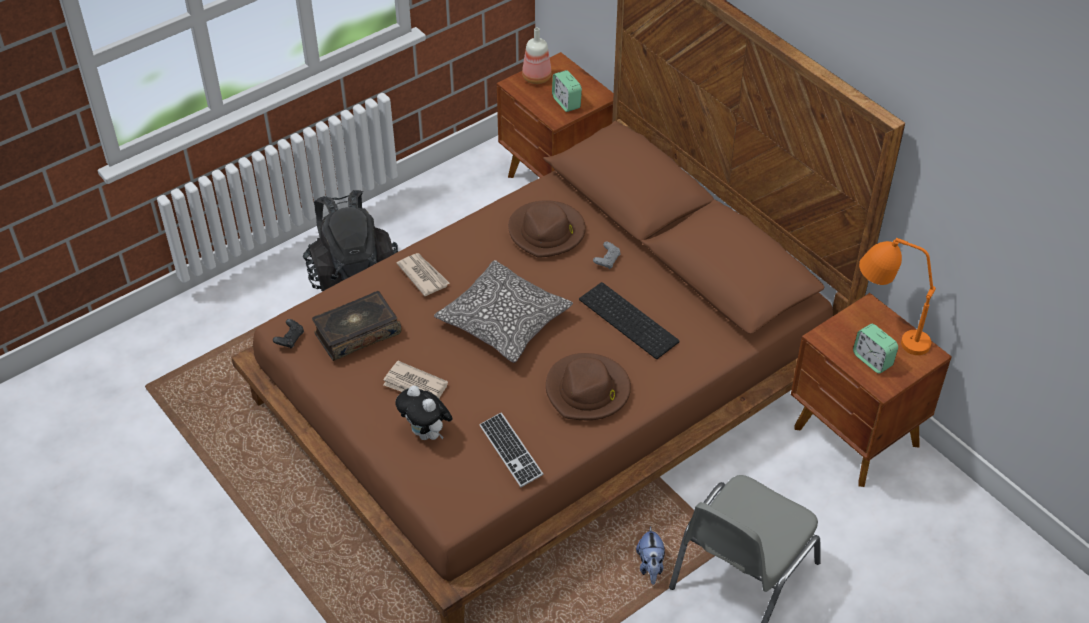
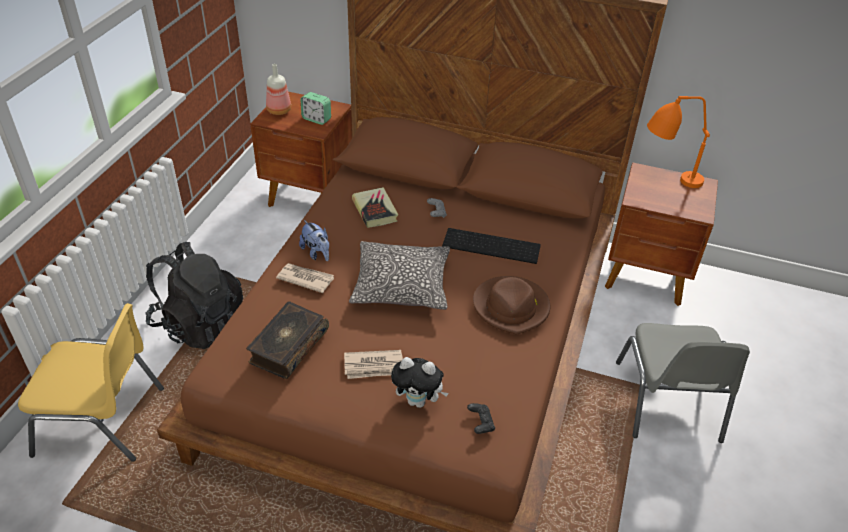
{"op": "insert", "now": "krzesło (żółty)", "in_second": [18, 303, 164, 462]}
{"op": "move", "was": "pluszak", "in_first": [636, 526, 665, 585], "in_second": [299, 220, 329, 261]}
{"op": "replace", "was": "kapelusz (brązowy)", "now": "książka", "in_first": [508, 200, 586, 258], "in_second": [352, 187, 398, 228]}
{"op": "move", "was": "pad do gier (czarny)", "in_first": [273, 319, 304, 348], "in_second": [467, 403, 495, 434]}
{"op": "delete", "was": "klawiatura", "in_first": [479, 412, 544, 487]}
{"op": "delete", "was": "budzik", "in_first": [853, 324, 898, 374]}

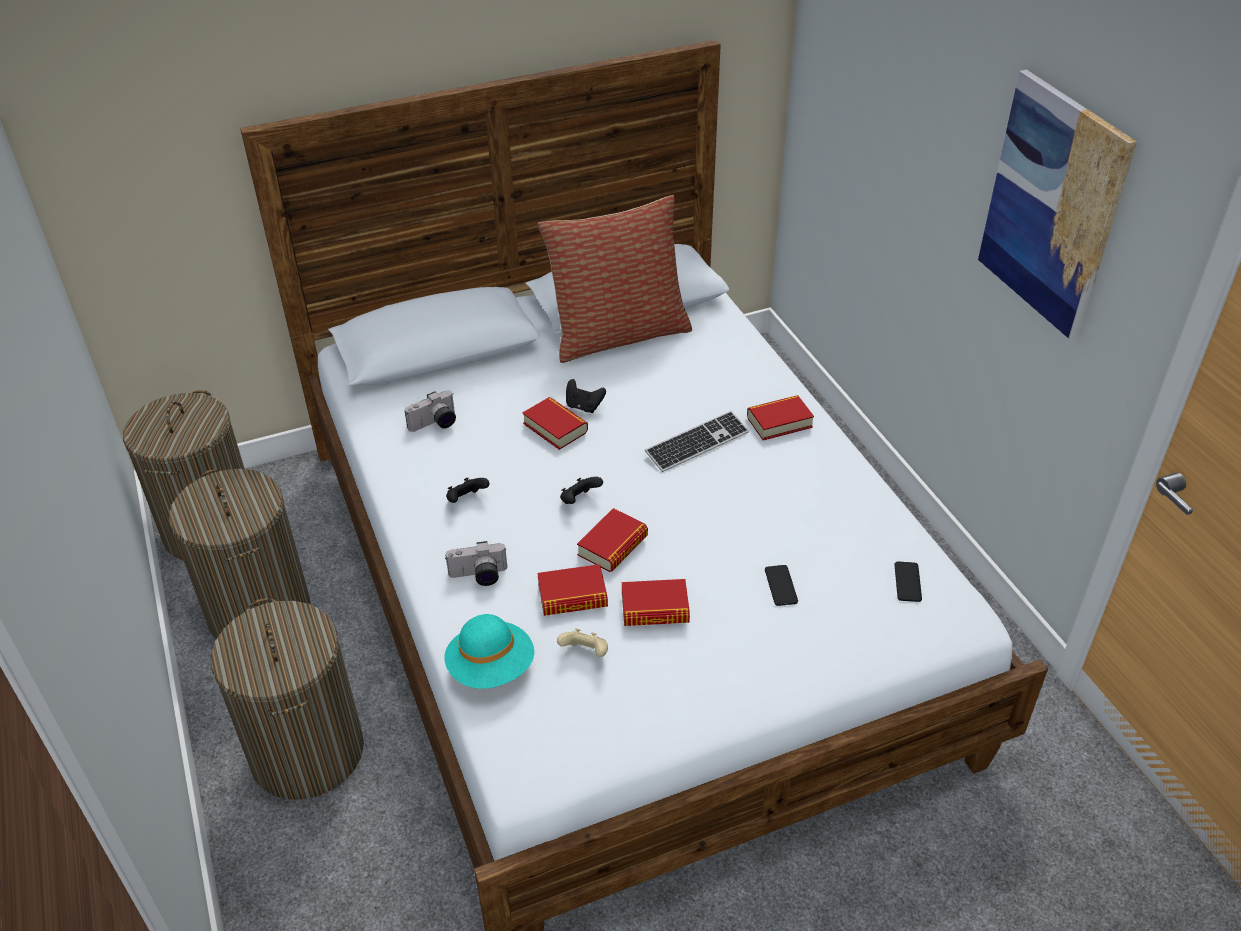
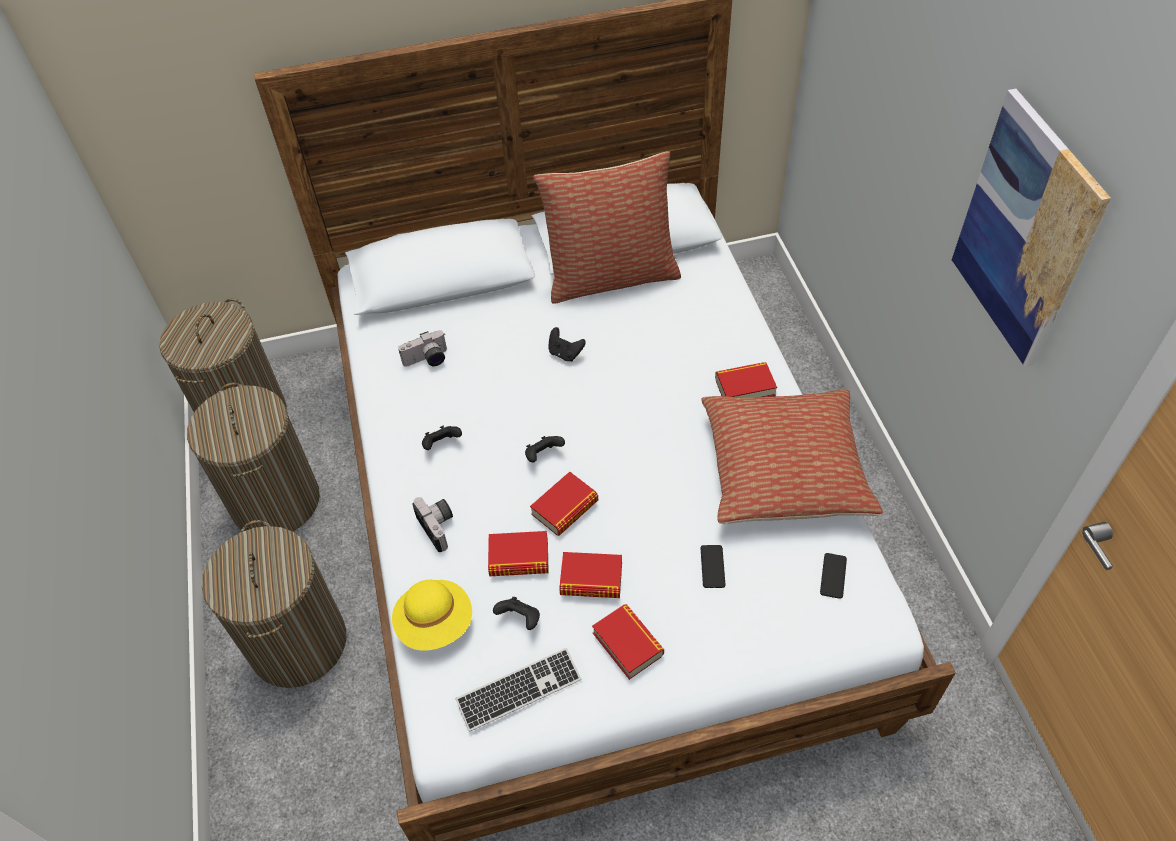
{"op": "recolor", "was": "kapelusz (turkusowy)", "now": "kapelusz (żółty)", "in_first": [445, 614, 534, 689], "in_second": [392, 580, 472, 651]}
{"op": "rotate", "was": "aparat fotograficzny", "in_first": [445, 541, 507, 586], "in_second": [412, 497, 453, 552], "clockwise": -120}
{"op": "move", "was": "klawiatura", "in_first": [645, 411, 749, 472], "in_second": [456, 648, 581, 732]}
{"op": "recolor", "was": "pad do gier (beżowy)", "now": "pad do gier (czarny)", "in_first": [557, 628, 608, 657], "in_second": [493, 597, 540, 630]}
{"op": "move", "was": "książka", "in_first": [522, 397, 588, 450], "in_second": [592, 604, 664, 680]}
{"op": "insert", "now": "poduszka", "in_second": [701, 390, 883, 524]}

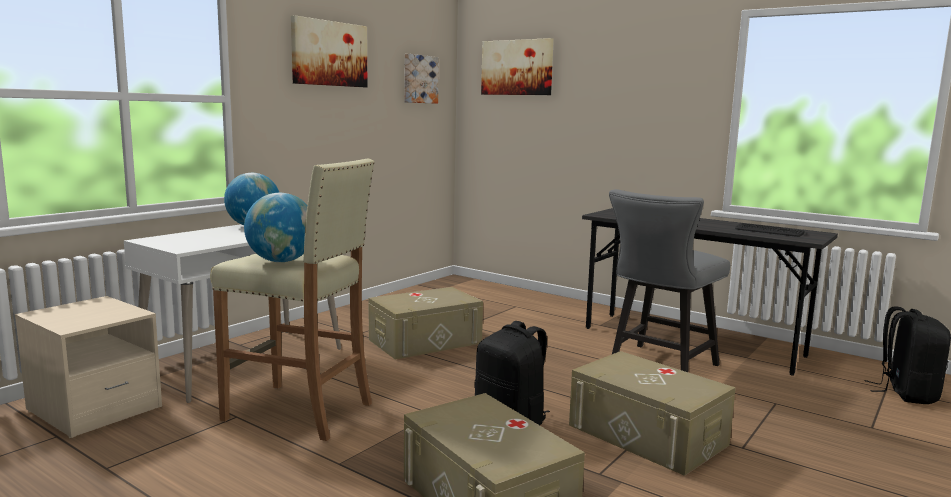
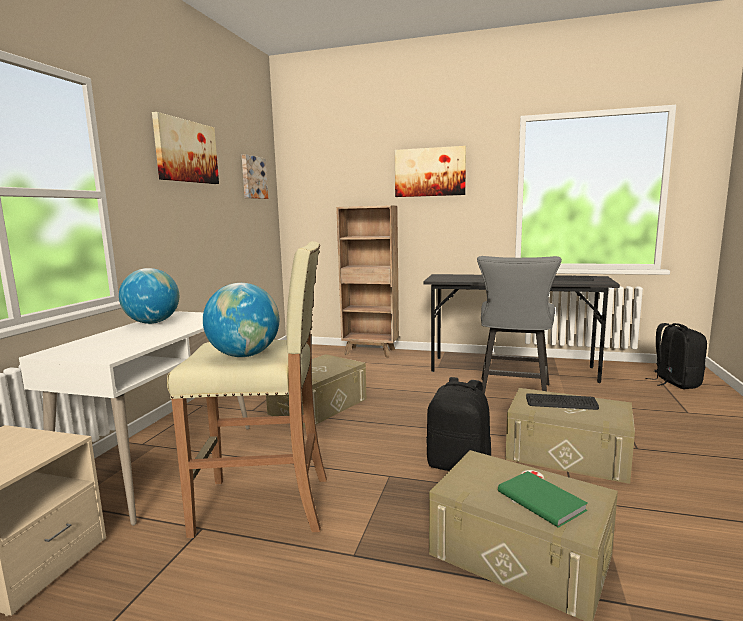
{"op": "insert", "now": "regał (brązowy)", "in_second": [336, 205, 399, 358]}
{"op": "move", "was": "obraz", "in_first": [481, 38, 554, 95], "in_second": [395, 146, 466, 197]}
{"op": "insert", "now": "książka (zielony)", "in_second": [498, 471, 588, 528]}
{"op": "insert", "now": "klawiatura", "in_second": [526, 393, 599, 410]}

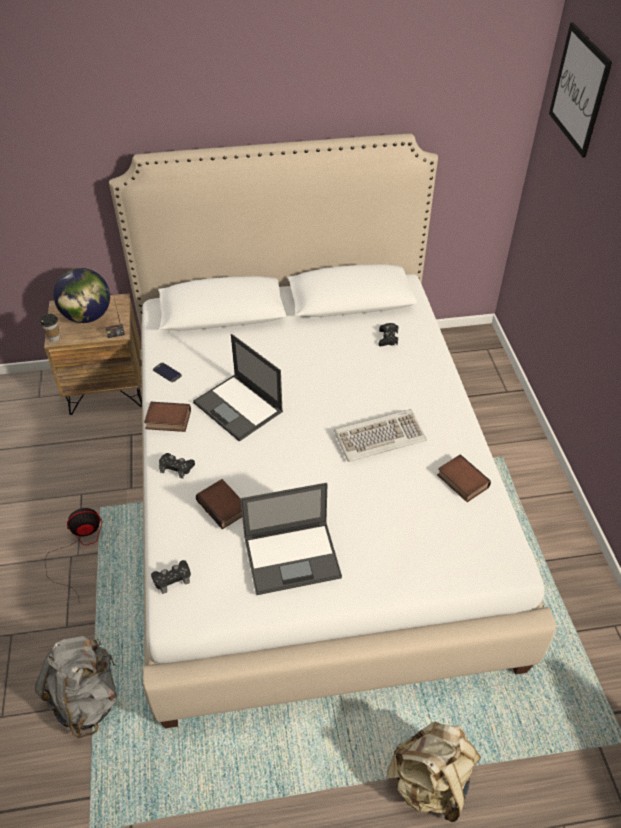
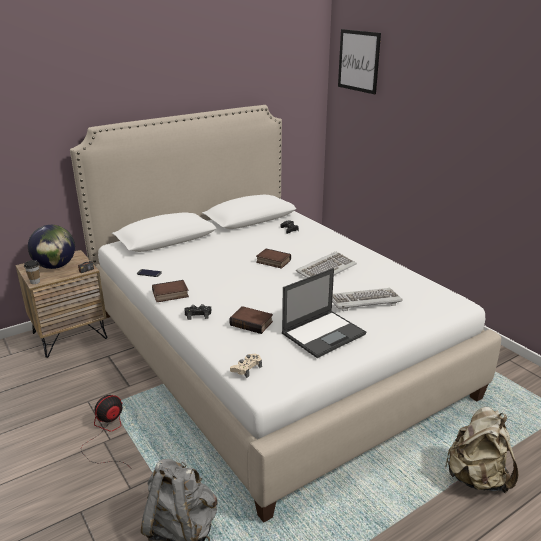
{"op": "recolor", "was": "pad do gier (czarny)", "now": "pad do gier (beżowy)", "in_first": [151, 560, 191, 594], "in_second": [230, 354, 262, 378]}
{"op": "move", "was": "książka", "in_first": [437, 454, 491, 502], "in_second": [256, 248, 291, 269]}
{"op": "insert", "now": "klawiatura", "in_second": [332, 288, 403, 311]}
{"op": "delete", "was": "laptop", "in_first": [193, 334, 283, 442]}

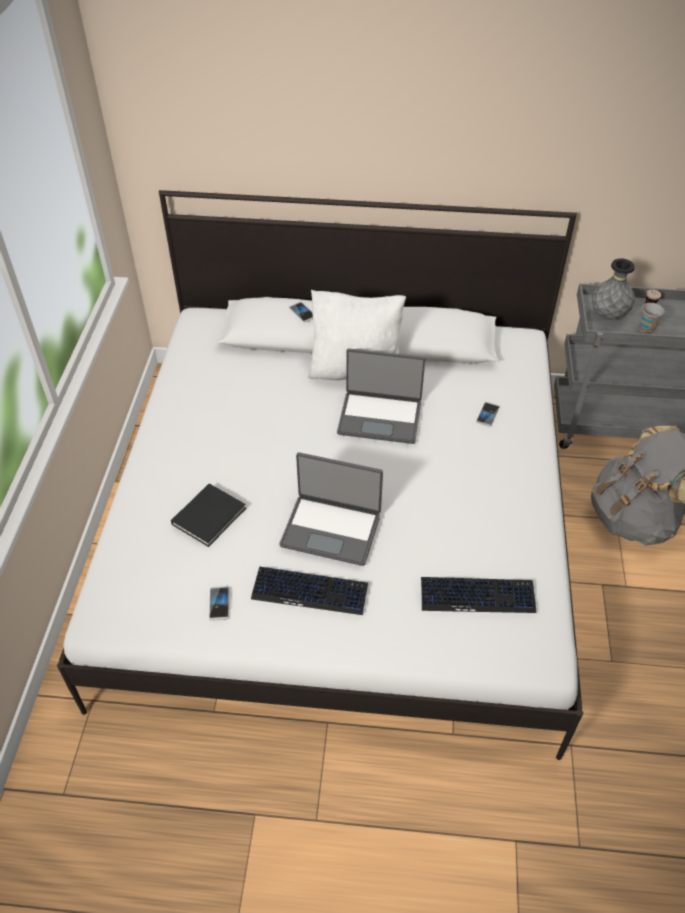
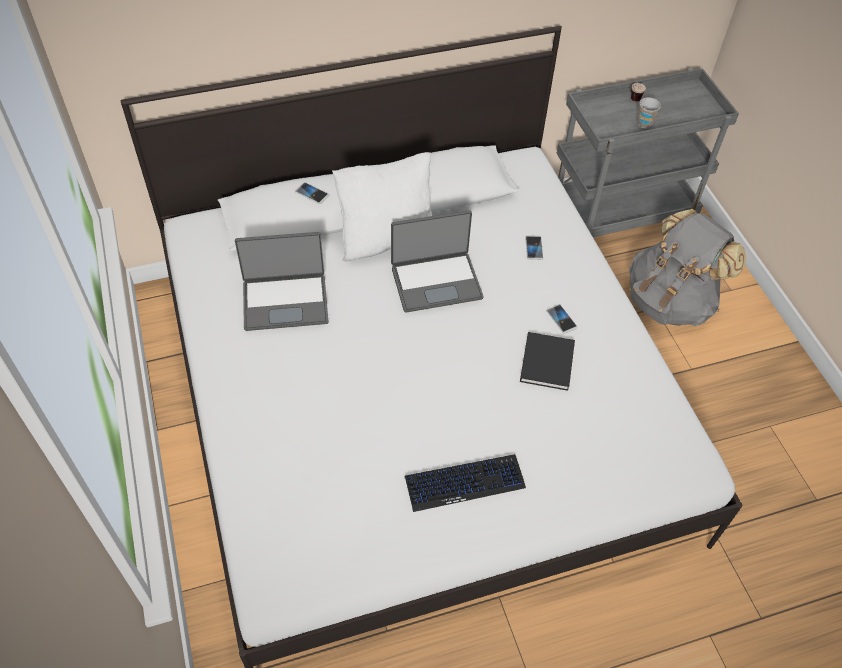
{"op": "move", "was": "laptop", "in_first": [279, 452, 383, 566], "in_second": [235, 232, 329, 331]}
{"op": "move", "was": "książka (czarny)", "in_first": [171, 484, 246, 547], "in_second": [520, 332, 575, 391]}
{"op": "move", "was": "telefon", "in_first": [209, 586, 229, 620], "in_second": [546, 304, 578, 334]}
{"op": "delete", "was": "klawiatura", "in_first": [421, 577, 536, 613]}
{"op": "delete", "was": "wazon (szary)", "in_first": [592, 258, 635, 320]}

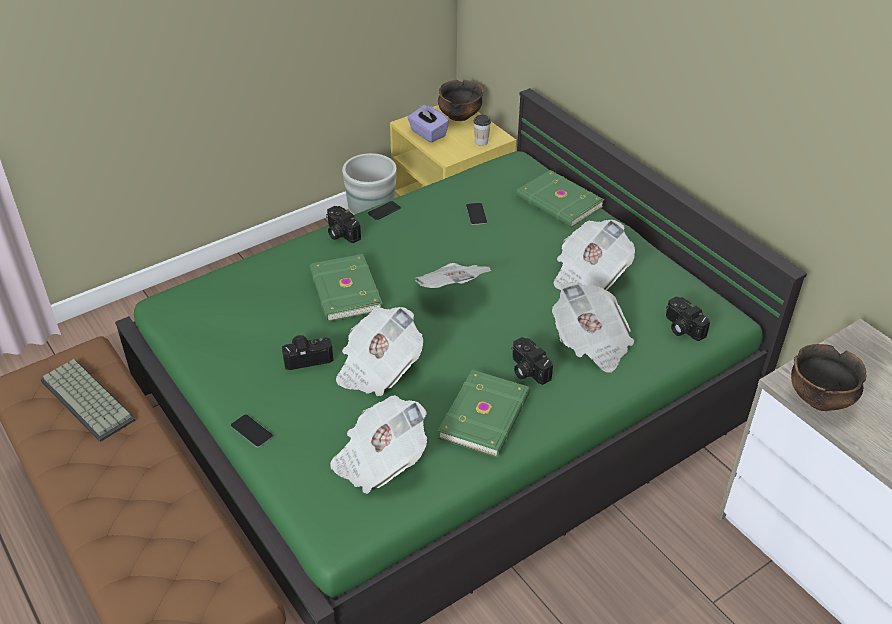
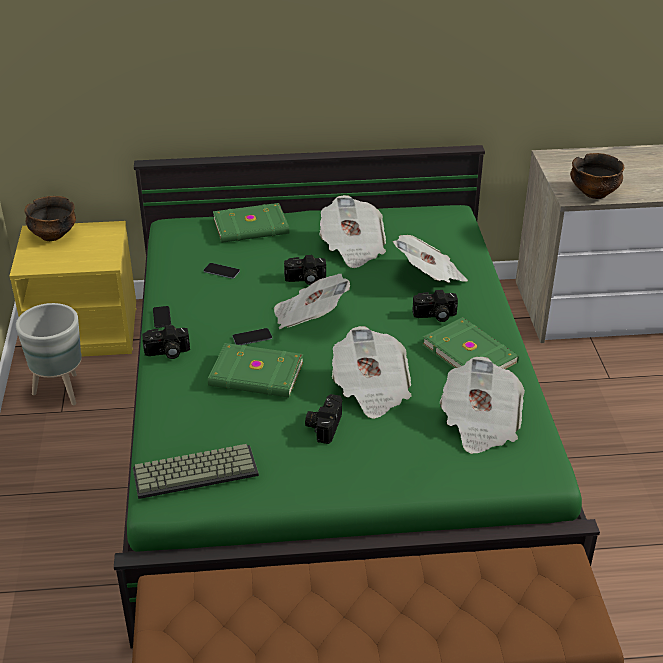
{"op": "move", "was": "klawiatura", "in_first": [40, 359, 136, 442], "in_second": [133, 444, 259, 499]}
{"op": "move", "was": "telefon", "in_first": [231, 414, 273, 447], "in_second": [233, 328, 272, 345]}
{"op": "move", "was": "aparat fotograficzny", "in_first": [666, 296, 710, 341], "in_second": [284, 255, 326, 285]}
{"op": "delete", "was": "pudełko chusteczek (fioletowy)", "in_first": [407, 105, 449, 143]}
{"op": "delete", "was": "filiżanka", "in_first": [474, 115, 491, 146]}

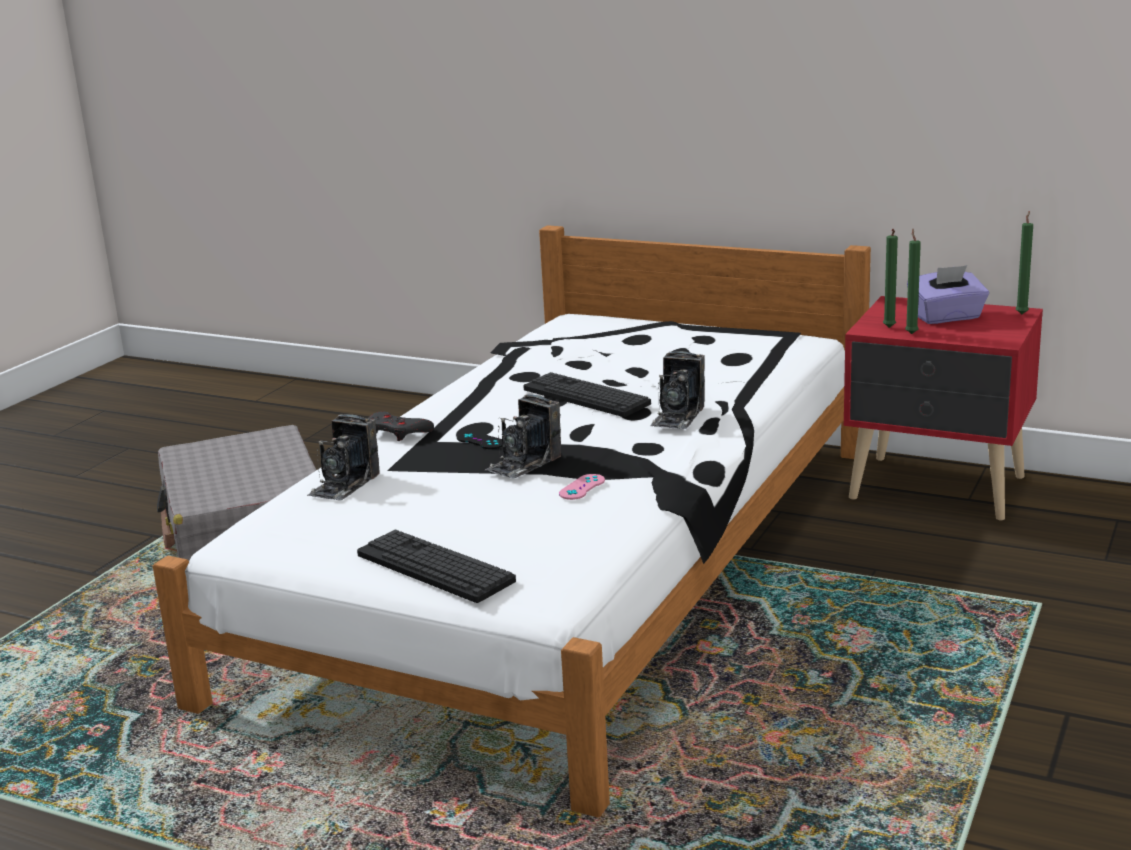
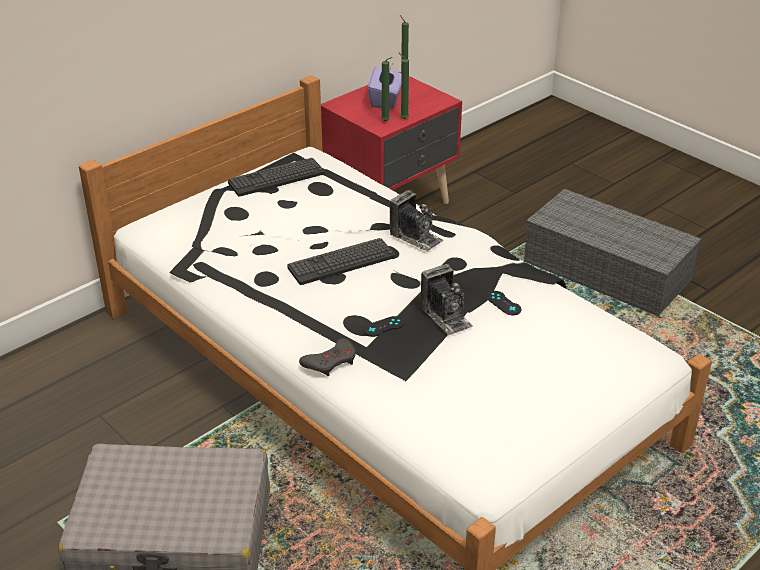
{"op": "move", "was": "klawiatura", "in_first": [357, 529, 516, 603], "in_second": [228, 158, 325, 197]}
{"op": "recolor", "was": "pad do gier (różowy)", "now": "pad do gier (czarny)", "in_first": [559, 474, 605, 500], "in_second": [486, 291, 521, 315]}
{"op": "insert", "now": "pojemnik do przechowywania (szary)", "in_second": [524, 189, 702, 316]}
{"op": "delete", "was": "aparat fotograficzny", "in_first": [307, 414, 380, 501]}

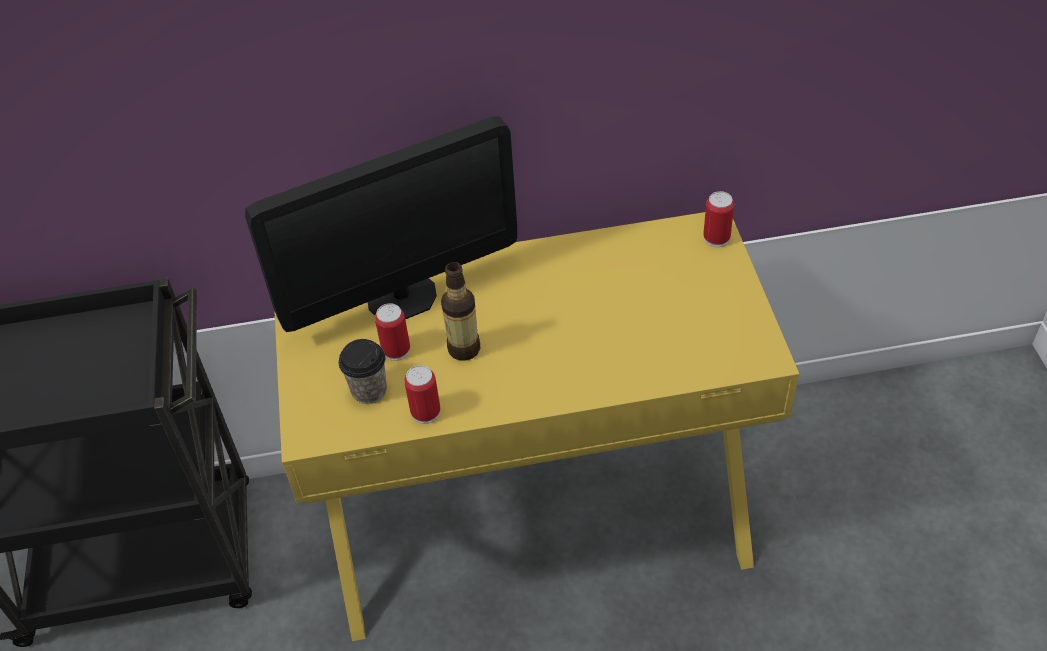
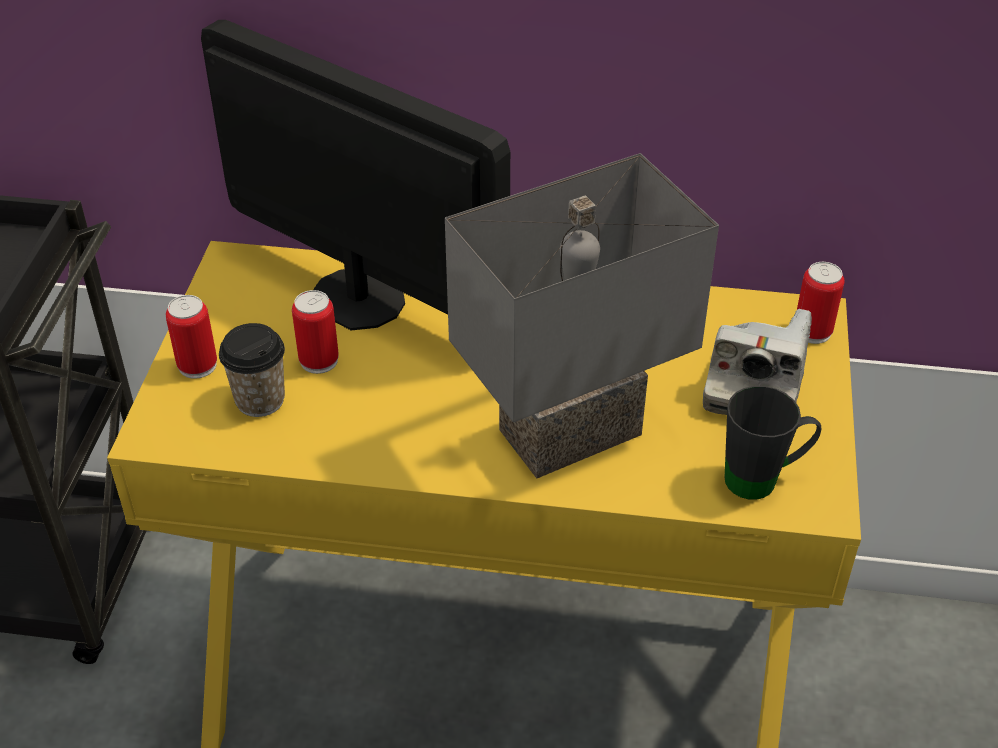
{"op": "move", "was": "puszka", "in_first": [404, 365, 440, 424], "in_second": [166, 295, 217, 379]}
{"op": "rotate", "was": "monitor", "in_first": [245, 116, 517, 332], "in_second": [201, 20, 510, 330], "clockwise": -135}
{"op": "insert", "now": "lampa stołowa (szary)", "in_second": [445, 153, 719, 478]}
{"op": "insert", "now": "aparat fotograficzny", "in_second": [703, 309, 812, 415]}
{"op": "insert", "now": "kubek (czarny)", "in_second": [725, 386, 821, 500]}
{"op": "delete", "was": "butelka", "in_first": [441, 262, 480, 361]}

